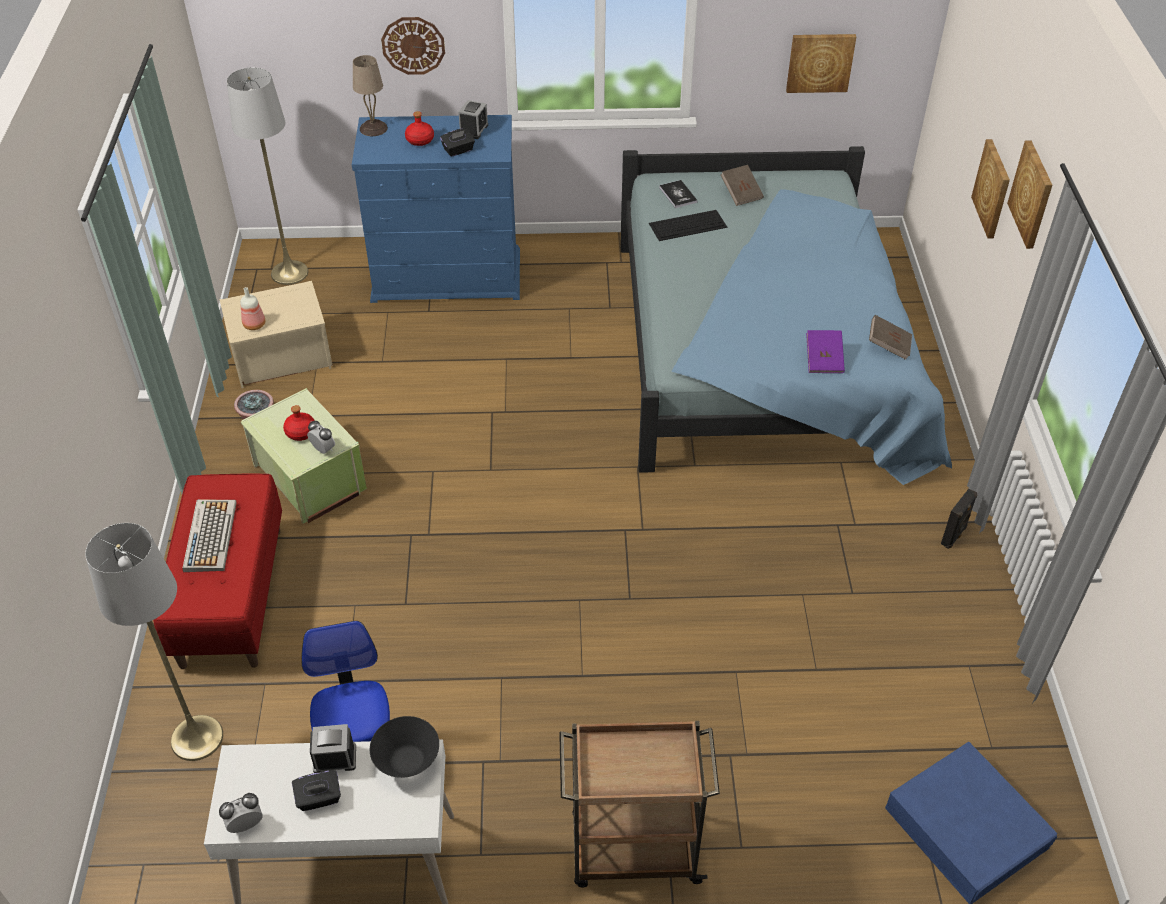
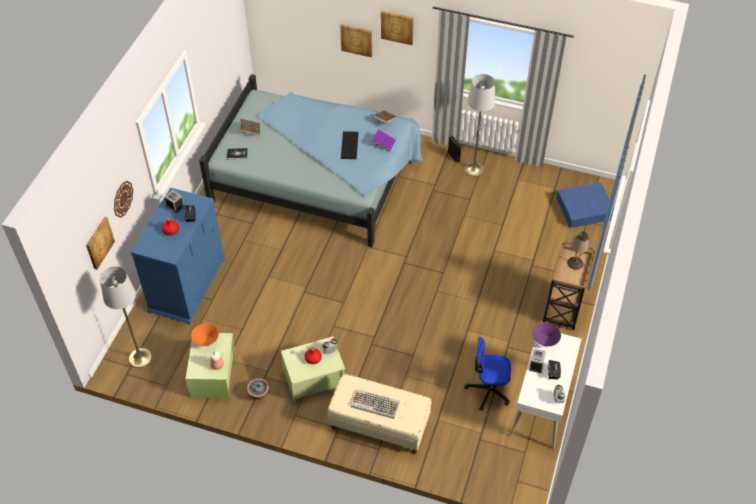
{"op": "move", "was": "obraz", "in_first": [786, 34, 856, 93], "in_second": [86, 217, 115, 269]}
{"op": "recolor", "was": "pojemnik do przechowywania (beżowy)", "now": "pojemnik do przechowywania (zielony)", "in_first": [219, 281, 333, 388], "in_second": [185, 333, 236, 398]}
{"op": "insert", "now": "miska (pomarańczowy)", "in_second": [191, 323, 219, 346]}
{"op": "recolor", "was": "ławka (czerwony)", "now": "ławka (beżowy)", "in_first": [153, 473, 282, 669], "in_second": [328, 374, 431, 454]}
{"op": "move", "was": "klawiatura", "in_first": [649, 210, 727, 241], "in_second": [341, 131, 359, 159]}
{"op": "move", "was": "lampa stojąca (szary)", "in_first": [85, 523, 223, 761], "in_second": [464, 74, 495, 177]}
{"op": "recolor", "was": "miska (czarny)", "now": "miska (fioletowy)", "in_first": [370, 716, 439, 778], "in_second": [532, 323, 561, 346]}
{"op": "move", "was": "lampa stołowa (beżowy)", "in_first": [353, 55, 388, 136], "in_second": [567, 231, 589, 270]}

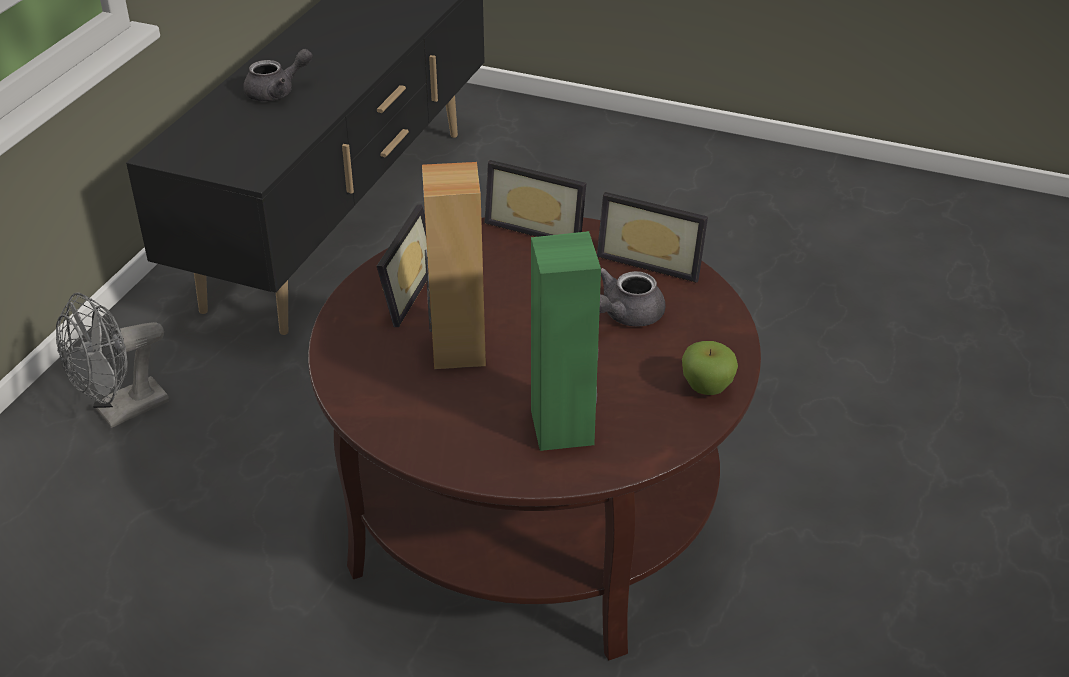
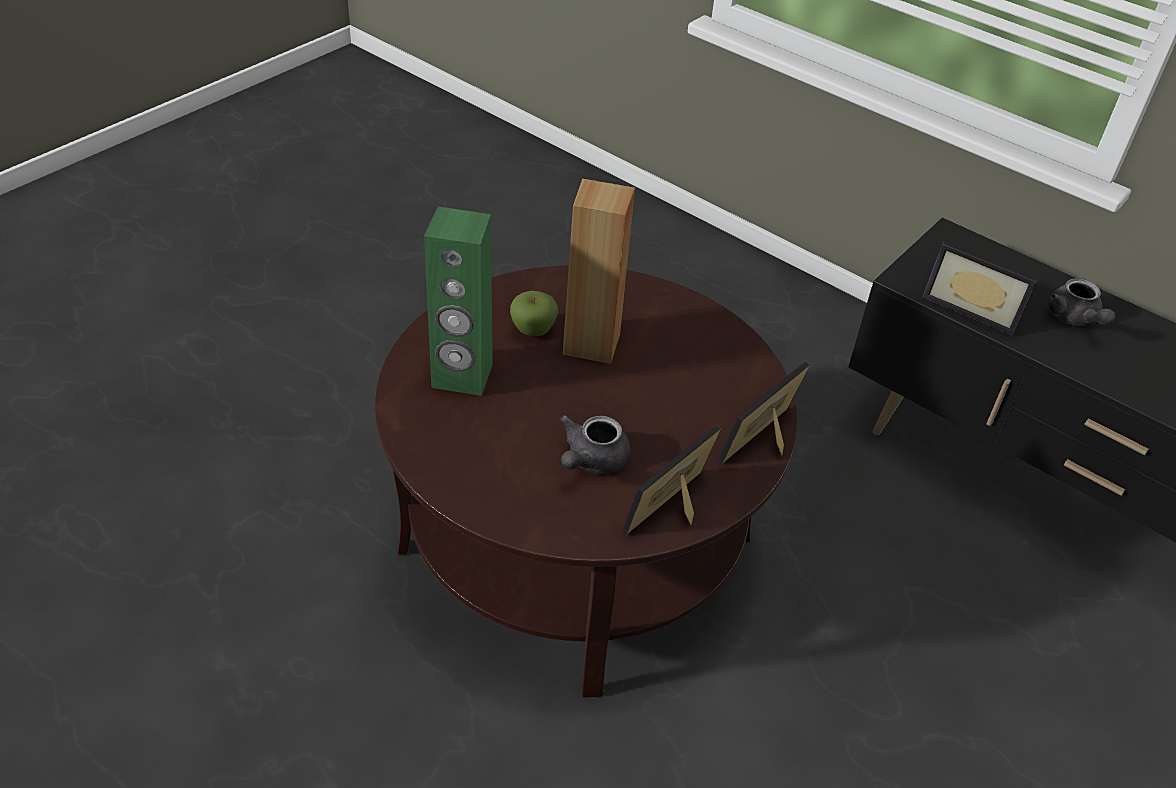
{"op": "move", "was": "jabłko", "in_first": [682, 341, 738, 395], "in_second": [510, 291, 558, 336]}
{"op": "rotate", "was": "imbryk (szary)", "in_first": [599, 268, 666, 327], "in_second": [560, 415, 631, 474], "clockwise": -120}
{"op": "move", "was": "ramka na zdjęcie", "in_first": [377, 205, 427, 327], "in_second": [922, 242, 1039, 336]}
{"op": "delete", "was": "wentylator (szary)", "in_first": [56, 293, 169, 428]}

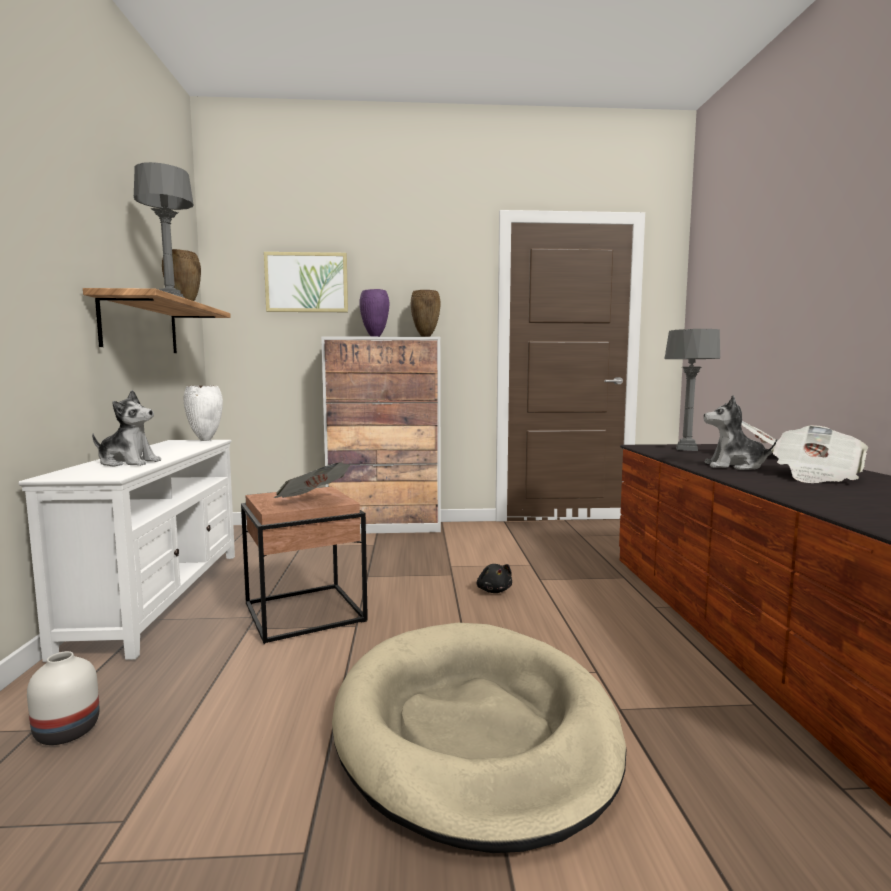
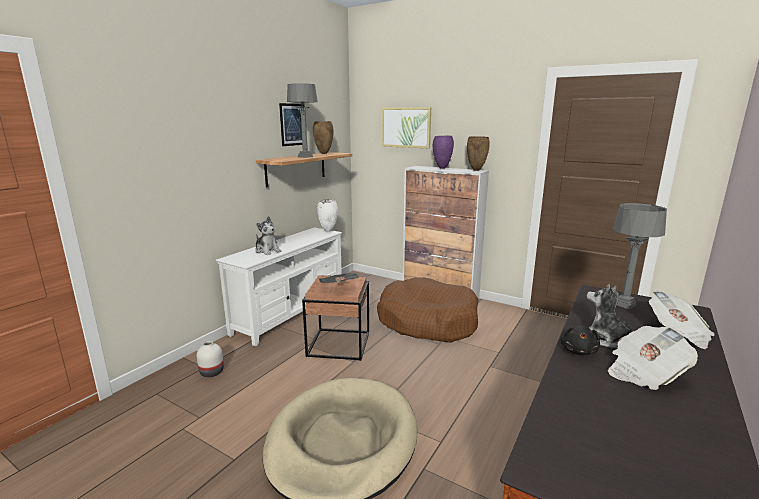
{"op": "insert", "now": "obraz", "in_second": [279, 103, 304, 146]}
{"op": "insert", "now": "legowisko (brązowy)", "in_second": [377, 277, 478, 343]}
{"op": "move", "was": "pluszak (czarny)", "in_first": [477, 564, 512, 593], "in_second": [560, 325, 600, 355]}

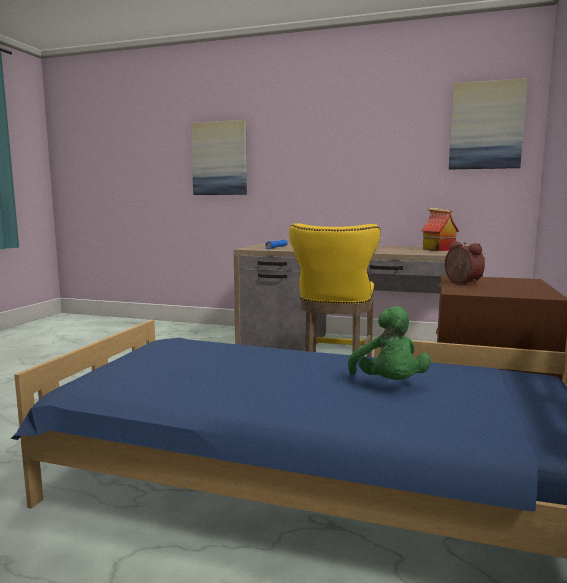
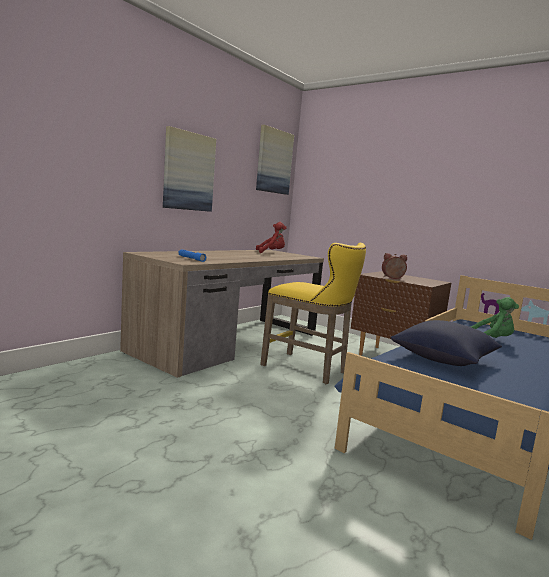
{"op": "move", "was": "obraz", "in_first": [191, 120, 247, 195], "in_second": [163, 126, 216, 212]}
{"op": "replace", "was": "domek", "now": "pluszak (czerwony)", "in_first": [421, 208, 459, 251], "in_second": [256, 222, 287, 253]}
{"op": "insert", "now": "poduszka (niebieski)", "in_second": [391, 320, 502, 366]}

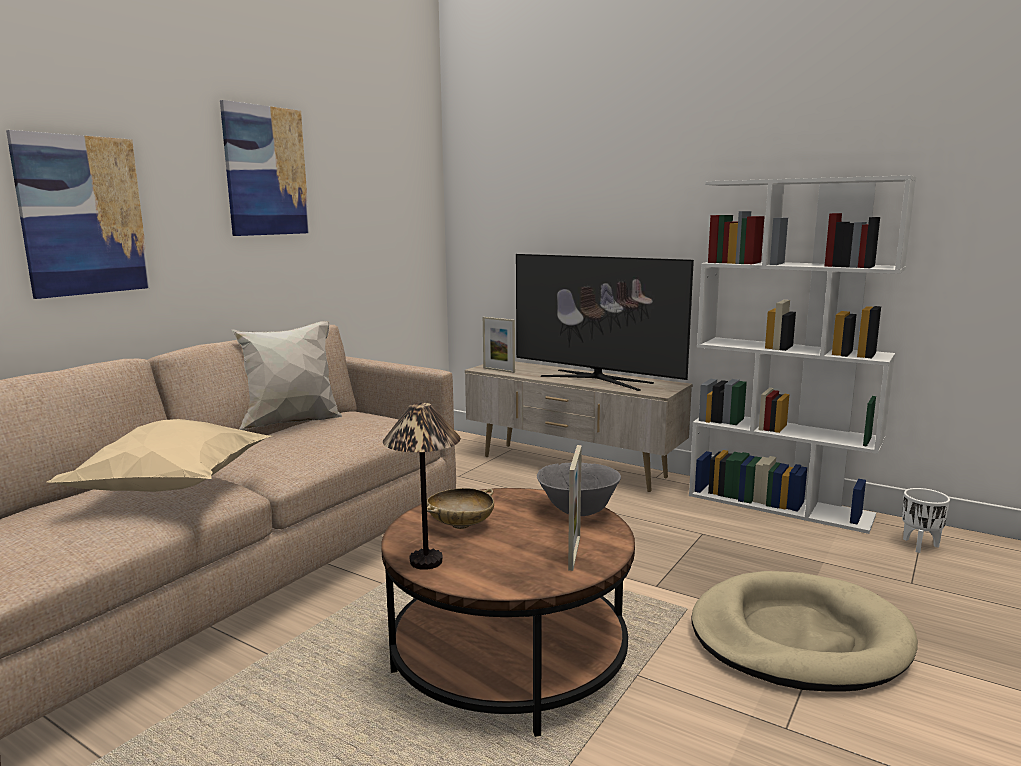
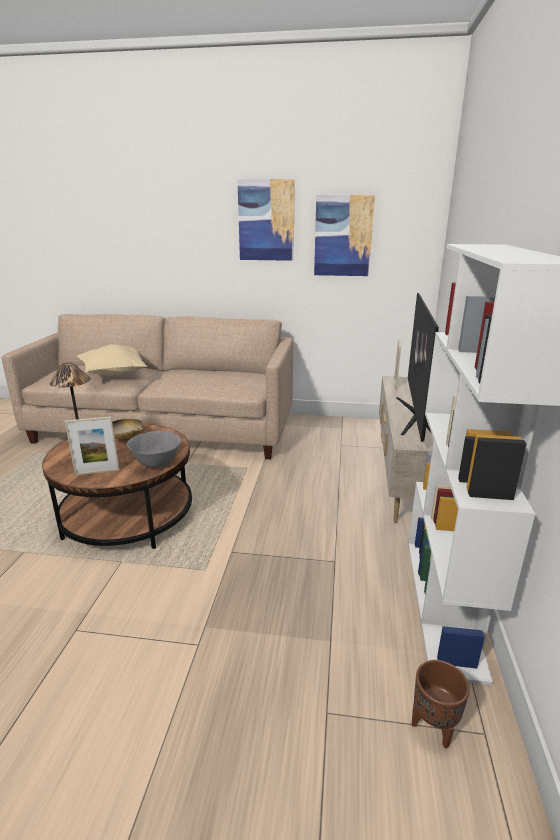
{"op": "move", "was": "obraz", "in_first": [6, 130, 151, 299], "in_second": [314, 195, 375, 276]}
{"op": "recolor", "was": "donica (biały)", "now": "donica (brązowy)", "in_first": [902, 488, 950, 553], "in_second": [412, 660, 470, 749]}
{"op": "delete", "was": "poduszka (biały)", "in_first": [231, 321, 342, 430]}
{"op": "delete", "was": "legowisko (beżowy)", "in_first": [691, 571, 918, 691]}

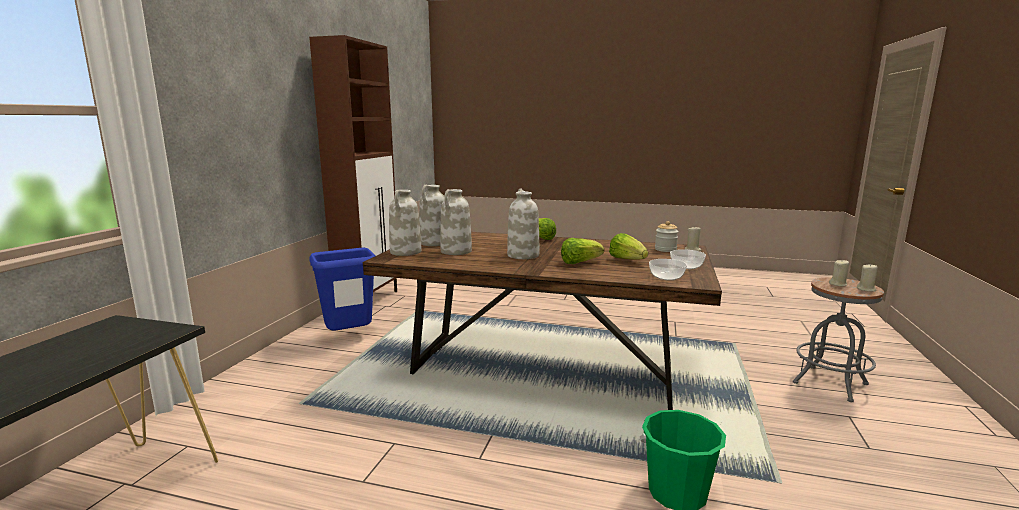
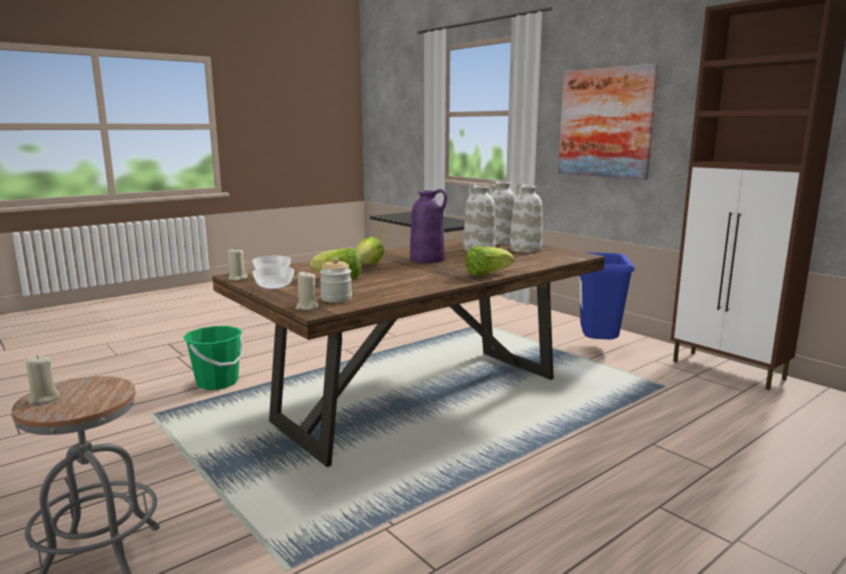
{"op": "move", "was": "świeca (beżowy)", "in_first": [829, 259, 849, 286], "in_second": [228, 247, 248, 281]}
{"op": "recolor", "was": "wazon (biały)", "now": "wazon (fioletowy)", "in_first": [507, 188, 539, 259], "in_second": [410, 189, 447, 263]}
{"op": "insert", "now": "obraz", "in_second": [558, 64, 658, 180]}

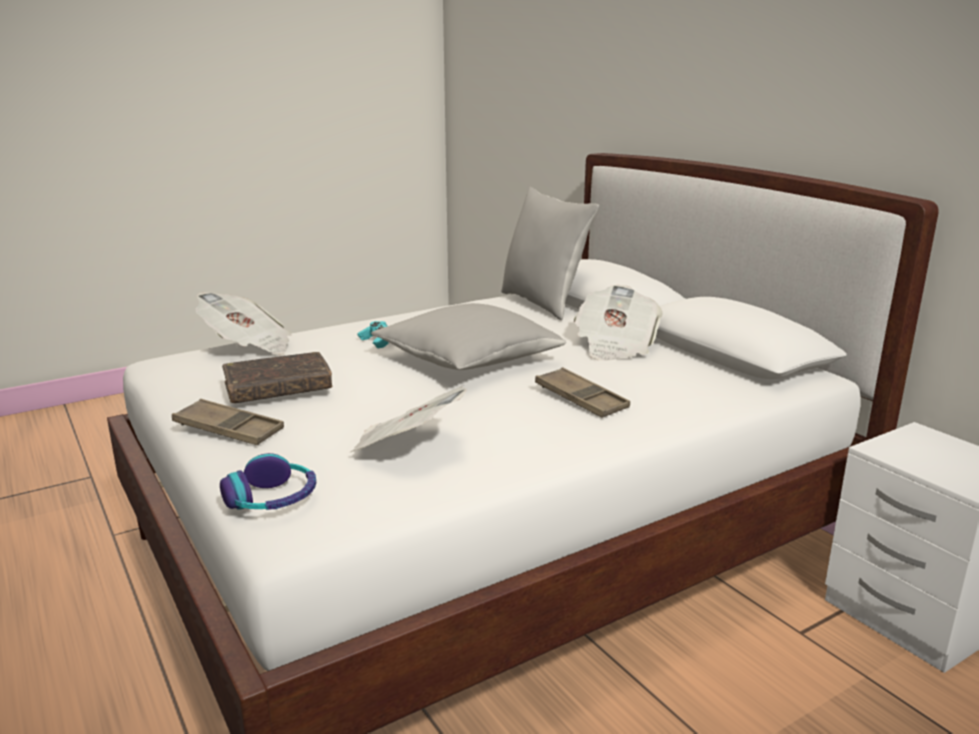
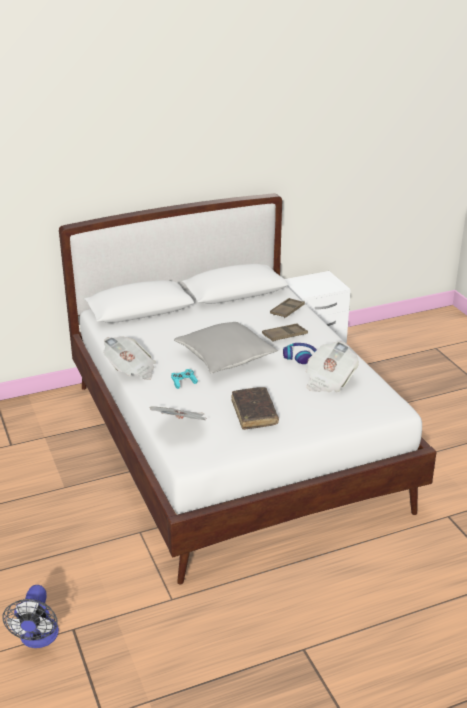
{"op": "insert", "now": "wentylator", "in_second": [2, 585, 59, 648]}
{"op": "move", "was": "gazeta", "in_first": [574, 285, 663, 361], "in_second": [103, 336, 156, 380]}
{"op": "move", "was": "taca (brązowy)", "in_first": [172, 399, 284, 445], "in_second": [270, 298, 305, 318]}
{"op": "move", "was": "słuchawki", "in_first": [220, 453, 316, 510], "in_second": [283, 343, 317, 364]}
{"op": "delete", "was": "poduszka (szary)", "in_first": [501, 187, 599, 320]}

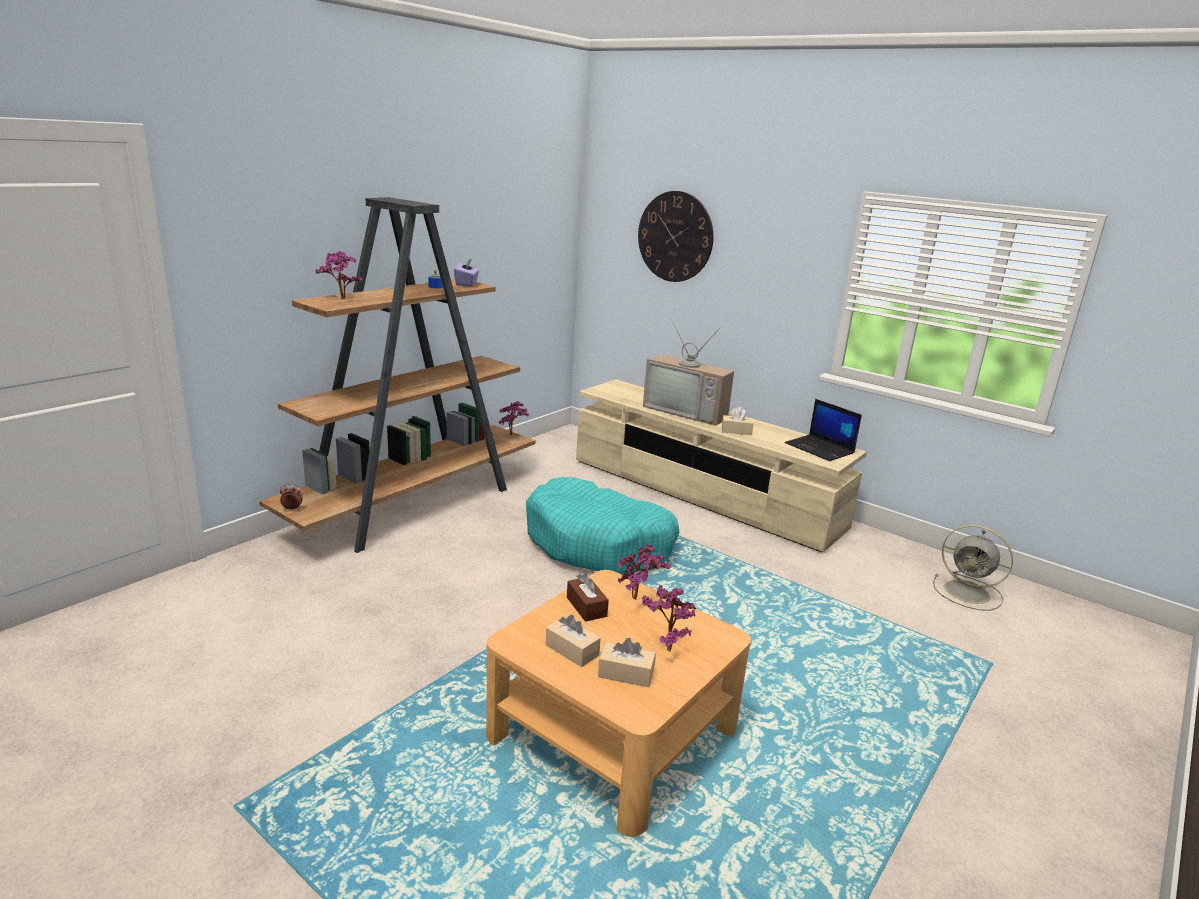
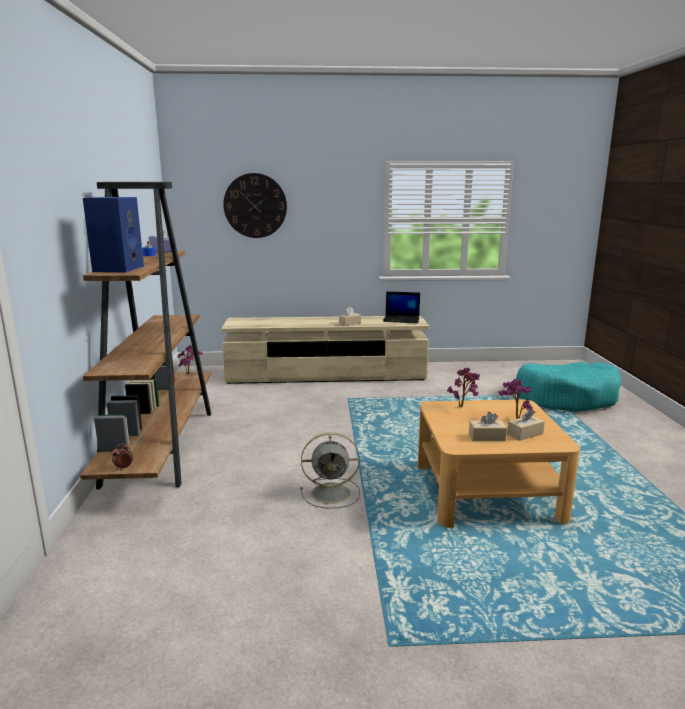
{"op": "replace", "was": "roślina doniczkowa", "now": "głośnik (niebieski)", "in_first": [315, 251, 362, 299], "in_second": [83, 197, 144, 273]}
{"op": "move", "was": "wentylator (szary)", "in_first": [933, 525, 1013, 611], "in_second": [300, 432, 360, 508]}
{"op": "move", "was": "legowisko (turkusowy)", "in_first": [526, 477, 679, 574], "in_second": [515, 362, 621, 412]}
{"op": "delete", "was": "pudełko chusteczek (brązowy)", "in_first": [567, 573, 609, 622]}
{"op": "delete", "was": "telewizor", "in_first": [643, 319, 734, 426]}

